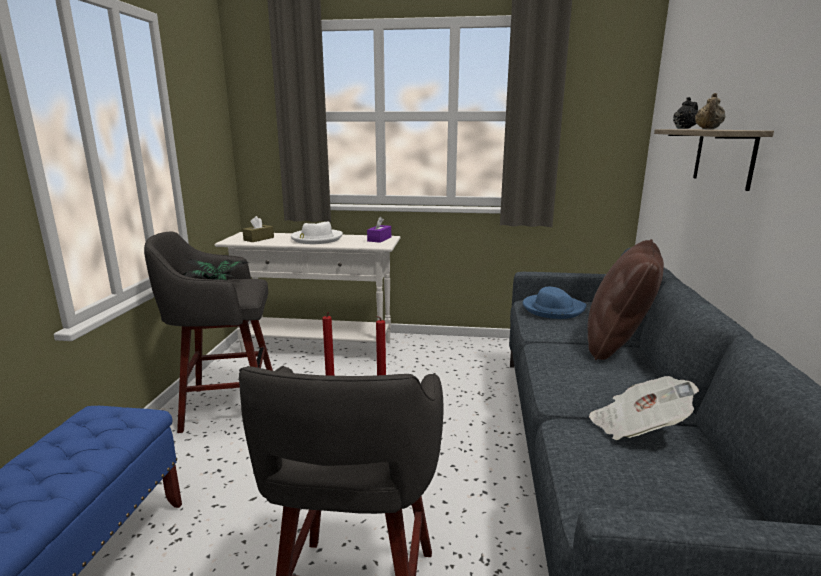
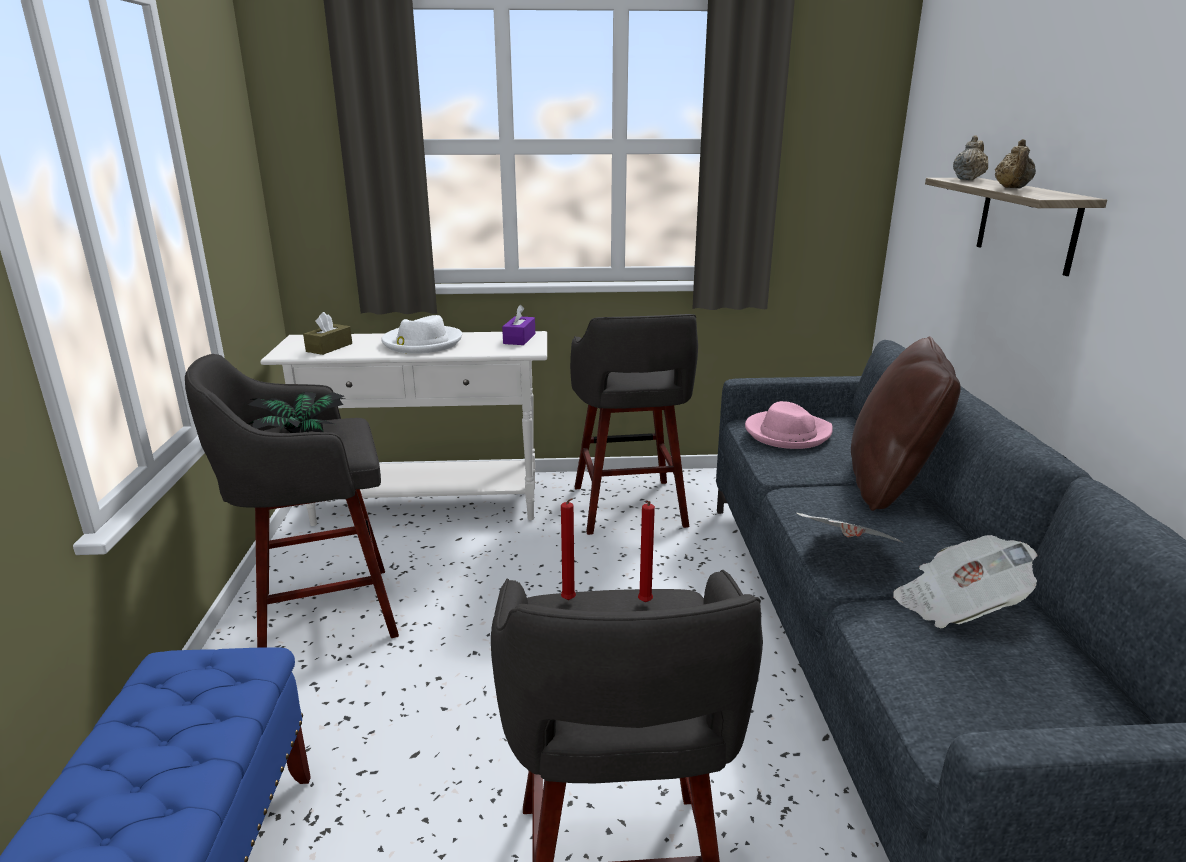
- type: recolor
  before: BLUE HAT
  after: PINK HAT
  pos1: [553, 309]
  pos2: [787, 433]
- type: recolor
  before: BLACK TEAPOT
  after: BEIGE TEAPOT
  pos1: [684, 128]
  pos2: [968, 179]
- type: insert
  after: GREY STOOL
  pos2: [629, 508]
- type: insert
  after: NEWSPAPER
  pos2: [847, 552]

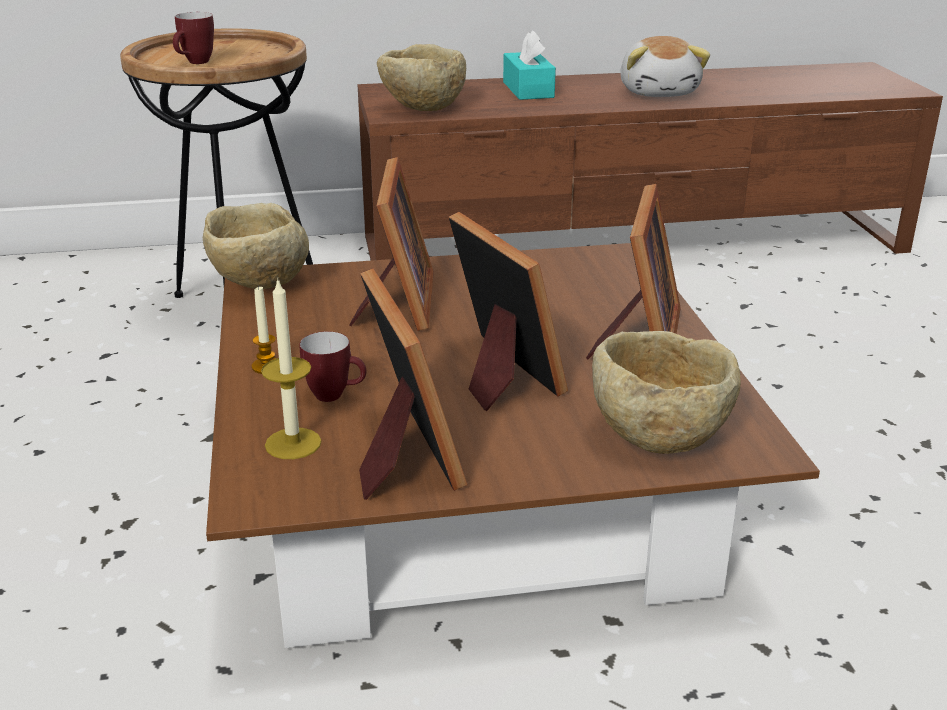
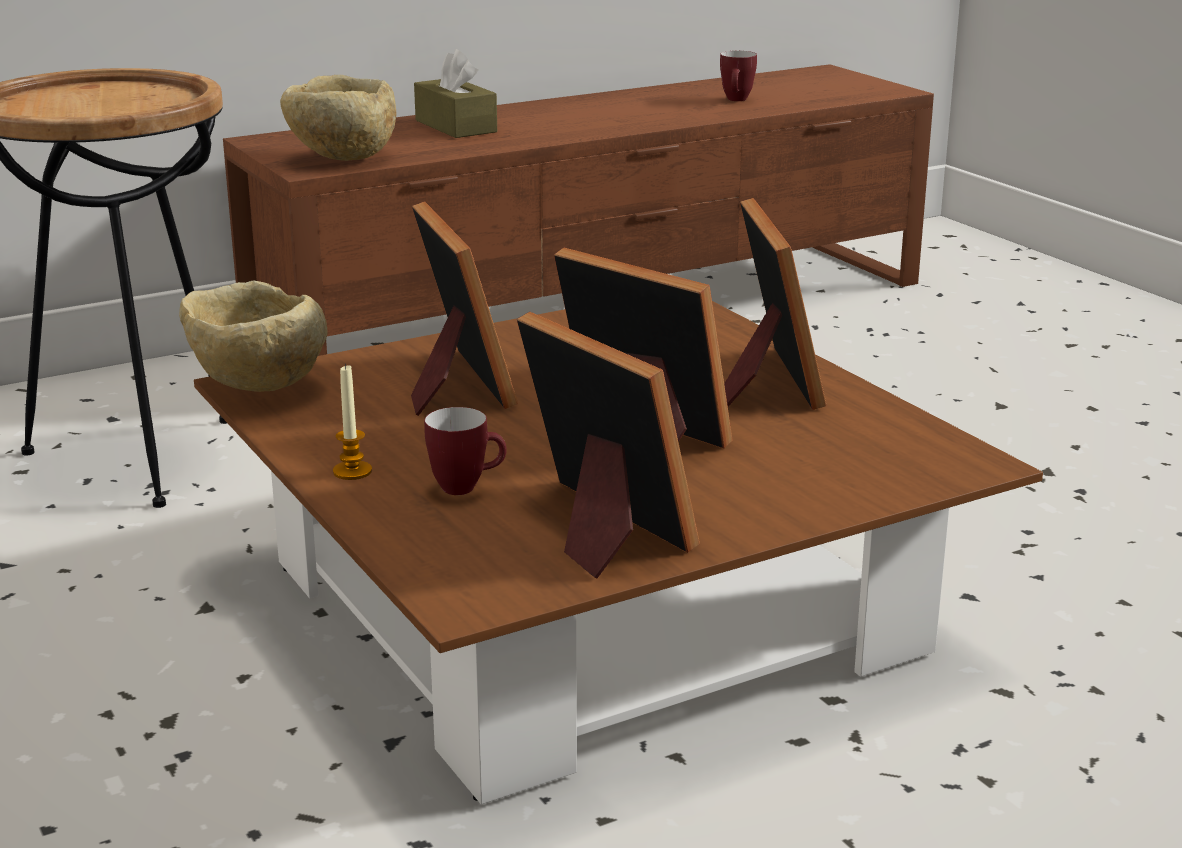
- type: move
  before: MUG
  pos1: [195, 63]
  pos2: [737, 100]
- type: delete
  before: CANDLE
  pos1: [293, 443]
- type: recolor
  before: TURQUOISE TISSUE BOX
  after: BROWN TISSUE BOX
  pos1: [528, 90]
  pos2: [455, 126]
- type: delete
  before: BEIGE BOWL
  pos1: [659, 436]
- type: delete
  before: PLUSH TOY
  pos1: [659, 92]

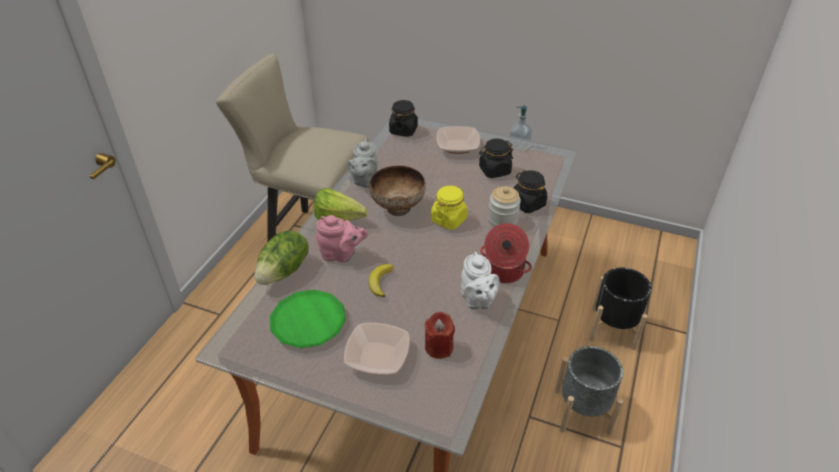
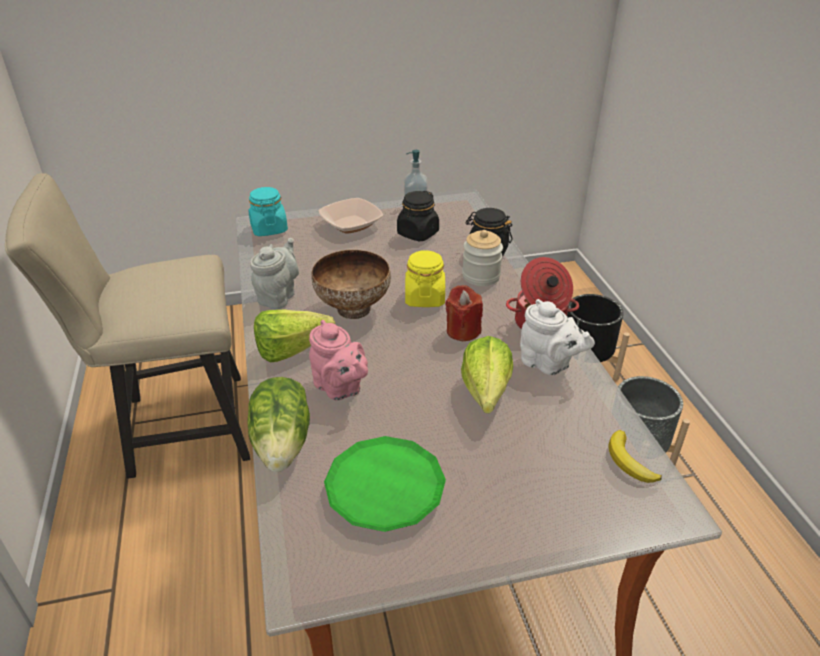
- type: rotate
  before: PINK TEAPOT
  pos1: [341, 255]
  pos2: [340, 388]
  turn: 75
- type: delete
  before: BOWL
  pos1: [377, 356]
- type: rotate
  before: GREY TEAPOT
  pos1: [364, 181]
  pos2: [278, 296]
  turn: -135
- type: move
  before: BANANA
  pos1: [380, 282]
  pos2: [629, 461]
- type: recolor
  before: BLACK JAR
  after: TURQUOISE JAR
  pos1: [403, 130]
  pos2: [269, 229]
- type: move
  before: RED CANDLE
  pos1: [439, 347]
  pos2: [463, 331]
- type: insert
  after: LETTUCE
  pos2: [484, 398]

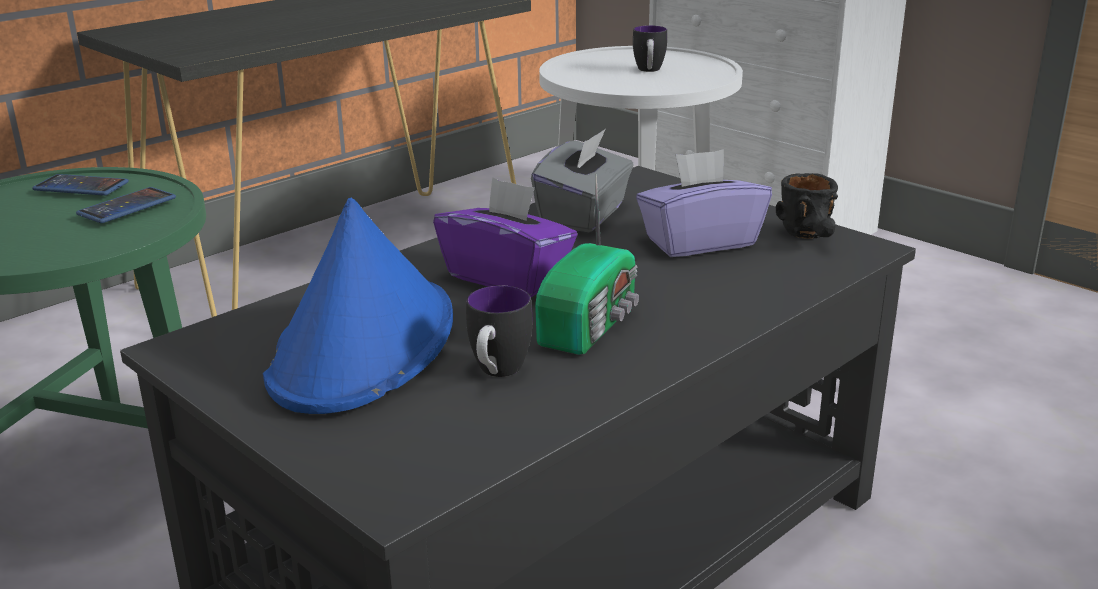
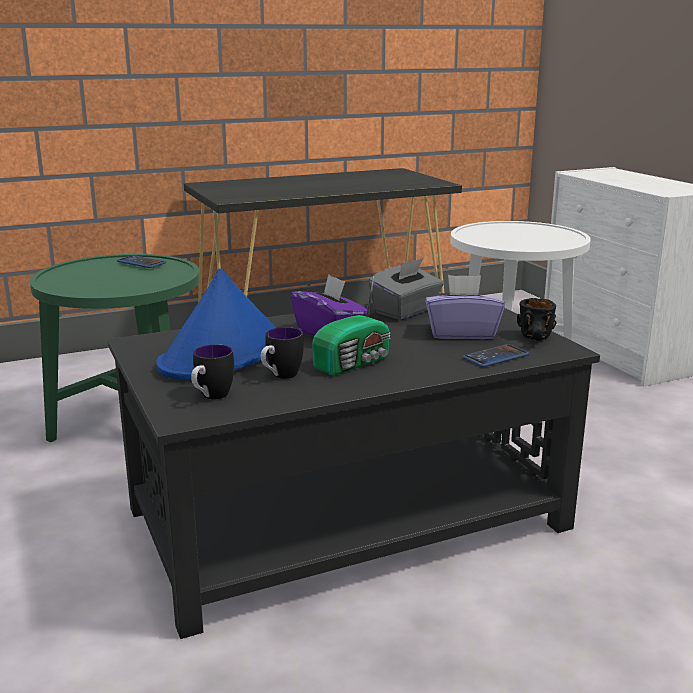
- type: move
  before: PHONE
  pos1: [127, 206]
  pos2: [495, 357]
- type: move
  before: MUG
  pos1: [649, 71]
  pos2: [211, 397]

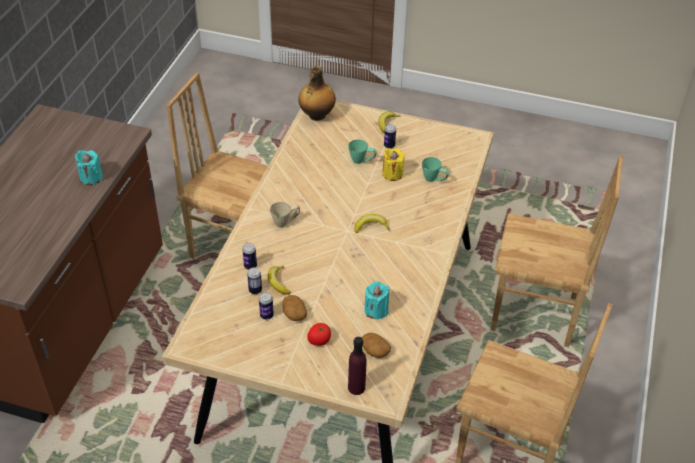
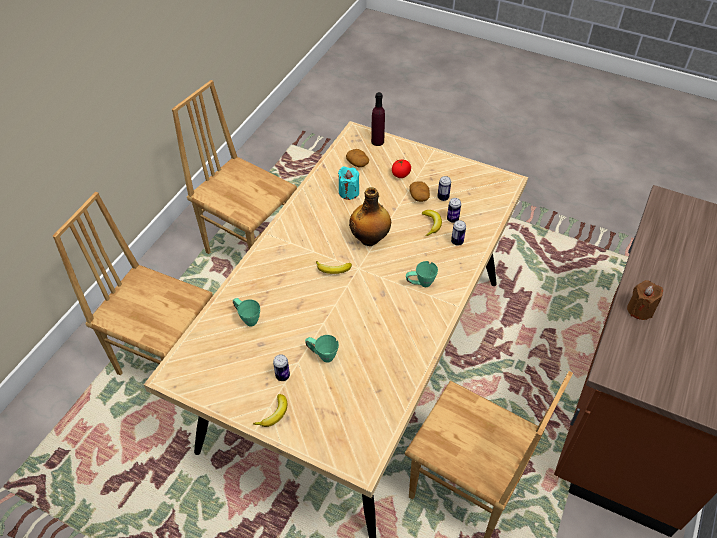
- type: recolor
  before: TURQUOISE CANDLE
  after: BROWN CANDLE
  pos1: [91, 177]
  pos2: [640, 310]
- type: recolor
  before: BEIGE MUG
  after: GREEN MUG
  pos1: [285, 222]
  pos2: [420, 284]
- type: move
  before: BOTTLE
  pos1: [316, 116]
  pos2: [370, 238]
- type: delete
  before: YELLOW CANDLE
  pos1: [392, 174]

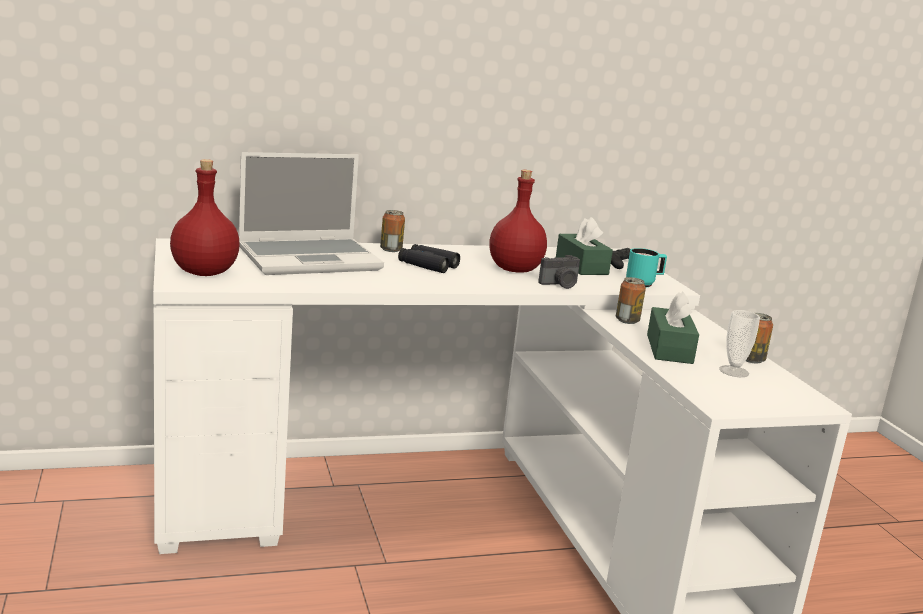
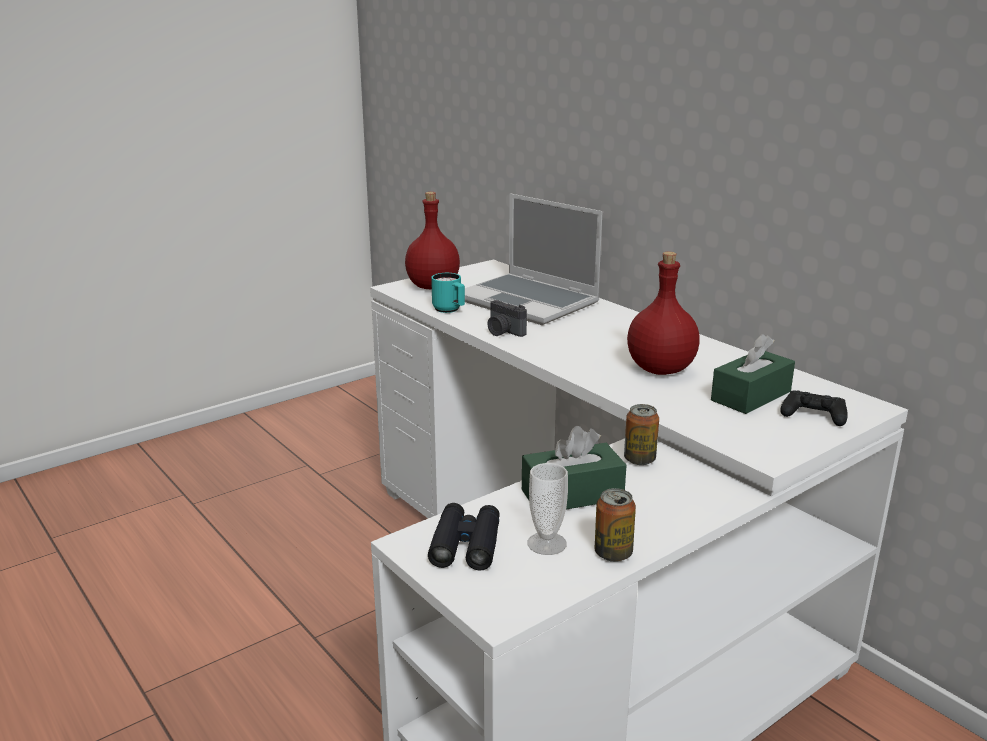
- type: delete
  before: CAN
  pos1: [391, 250]
- type: move
  before: BLACK BINOCULARS
  pos1: [428, 265]
  pos2: [466, 545]
- type: move
  before: PHOTO CAMERA
  pos1: [560, 285]
  pos2: [503, 332]
- type: move
  before: TURQUOISE MUG
  pos1: [644, 284]
  pos2: [450, 310]

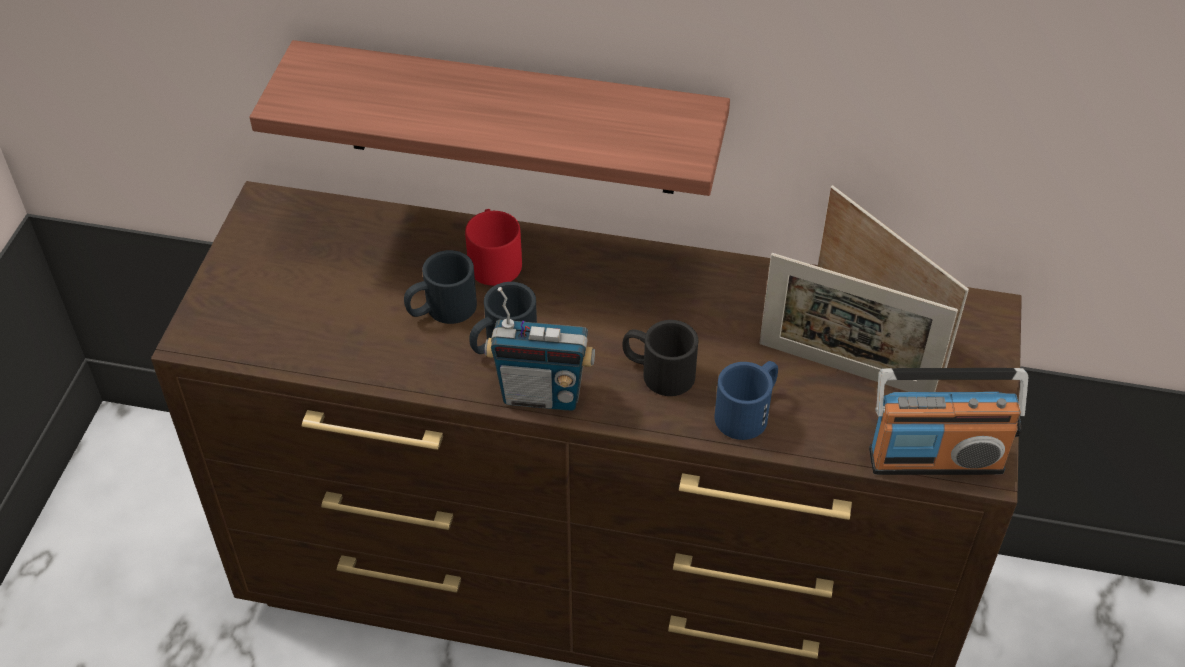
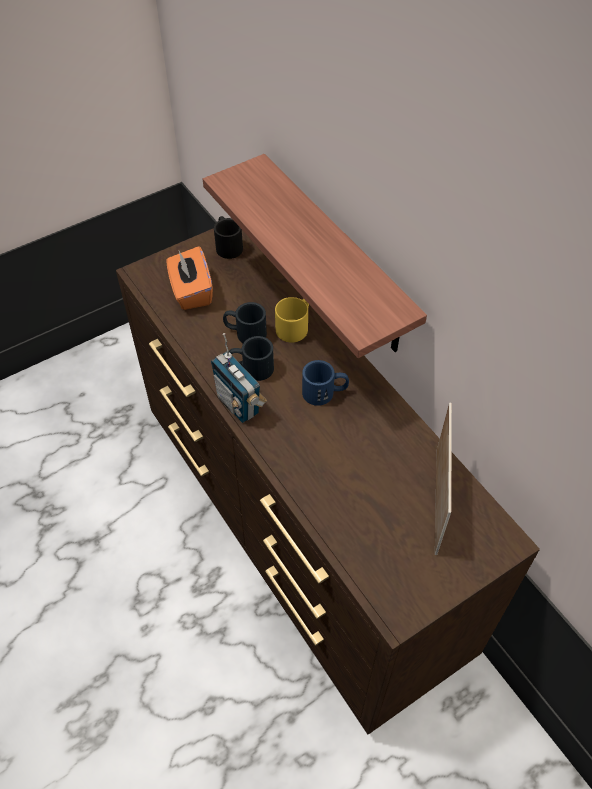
- type: recolor
  before: RED MUG
  after: YELLOW MUG
  pos1: [492, 259]
  pos2: [294, 326]
- type: move
  before: BLACK MUG
  pos1: [657, 372]
  pos2: [227, 245]
- type: move
  before: BLUE MUG
  pos1: [748, 411]
  pos2: [325, 392]
- type: delete
  before: PICTURE FRAME
  pos1: [845, 370]
- type: delete
  before: RADIO
  pos1: [935, 459]
- type: insert
  after: ORANGE TISSUE BOX
  pos2: [191, 292]

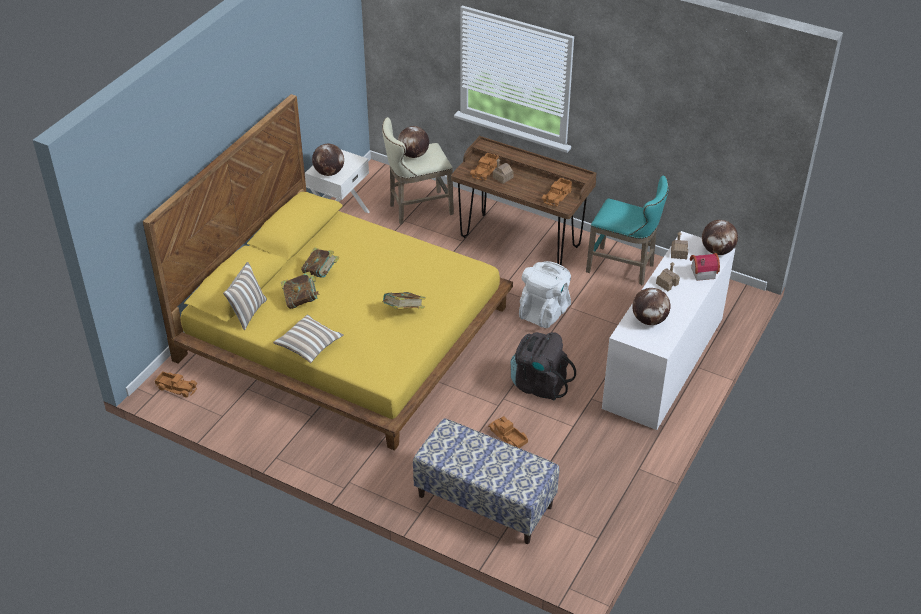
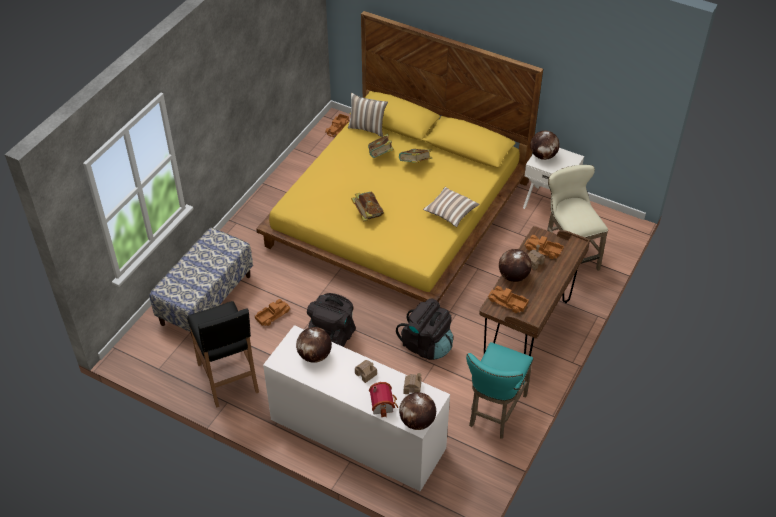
- type: move
  before: PILLOW
  pos1: [309, 346]
  pos2: [450, 213]
- type: move
  before: GLOBE
  pos1: [413, 155]
  pos2: [513, 276]
- type: recolor
  before: WHITE BACKPACK
  after: BLACK BACKPACK
  pos1: [544, 312]
  pos2: [426, 345]
- type: insert
  after: BLACK STOOL
  pos2: [228, 378]

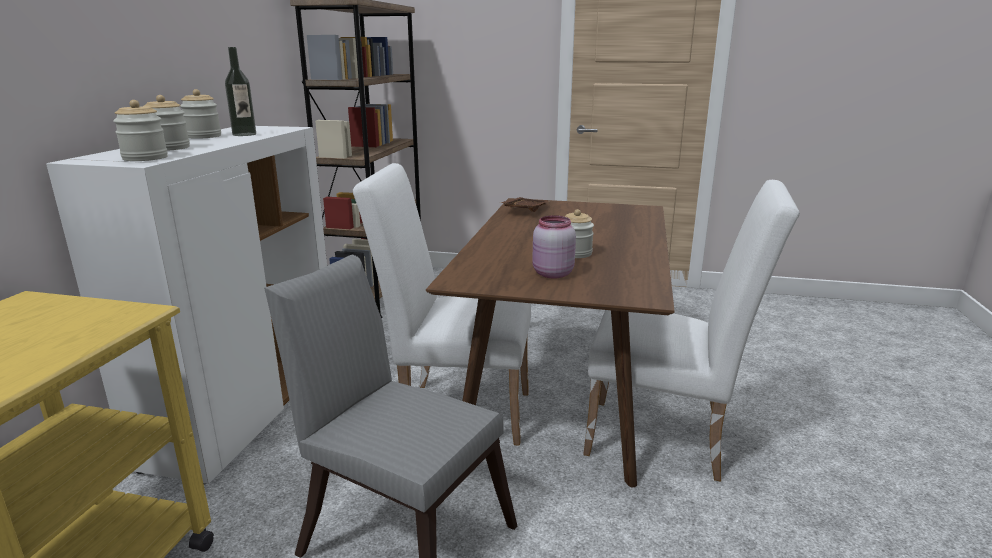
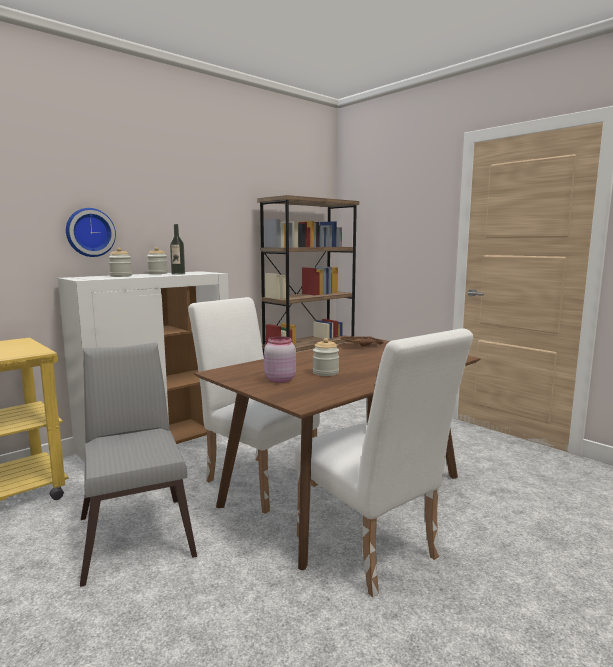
- type: delete
  before: JAR
  pos1: [145, 158]
- type: insert
  after: WALL CLOCK
  pos2: [89, 232]

